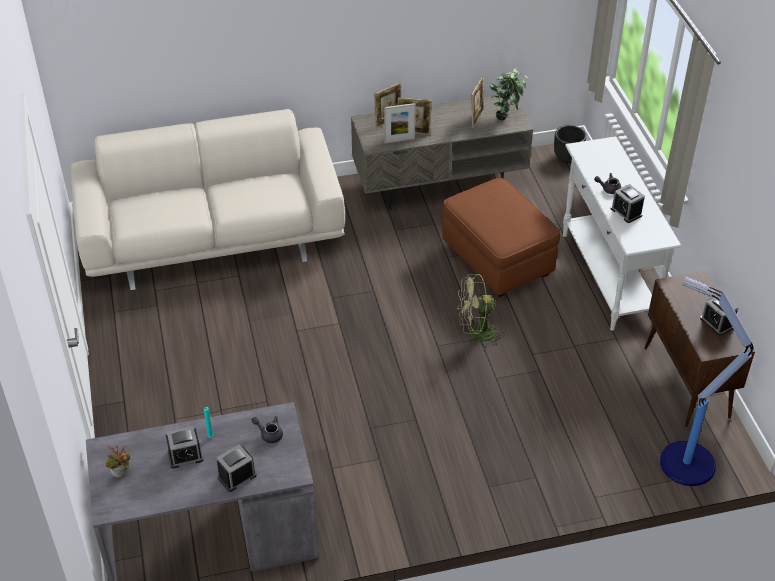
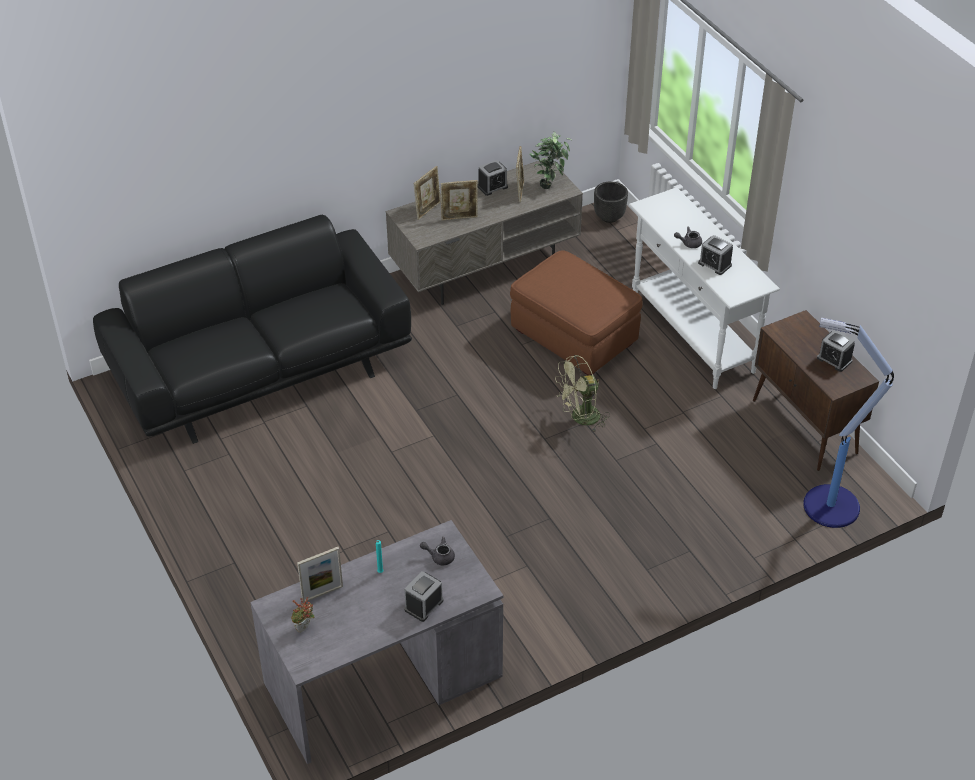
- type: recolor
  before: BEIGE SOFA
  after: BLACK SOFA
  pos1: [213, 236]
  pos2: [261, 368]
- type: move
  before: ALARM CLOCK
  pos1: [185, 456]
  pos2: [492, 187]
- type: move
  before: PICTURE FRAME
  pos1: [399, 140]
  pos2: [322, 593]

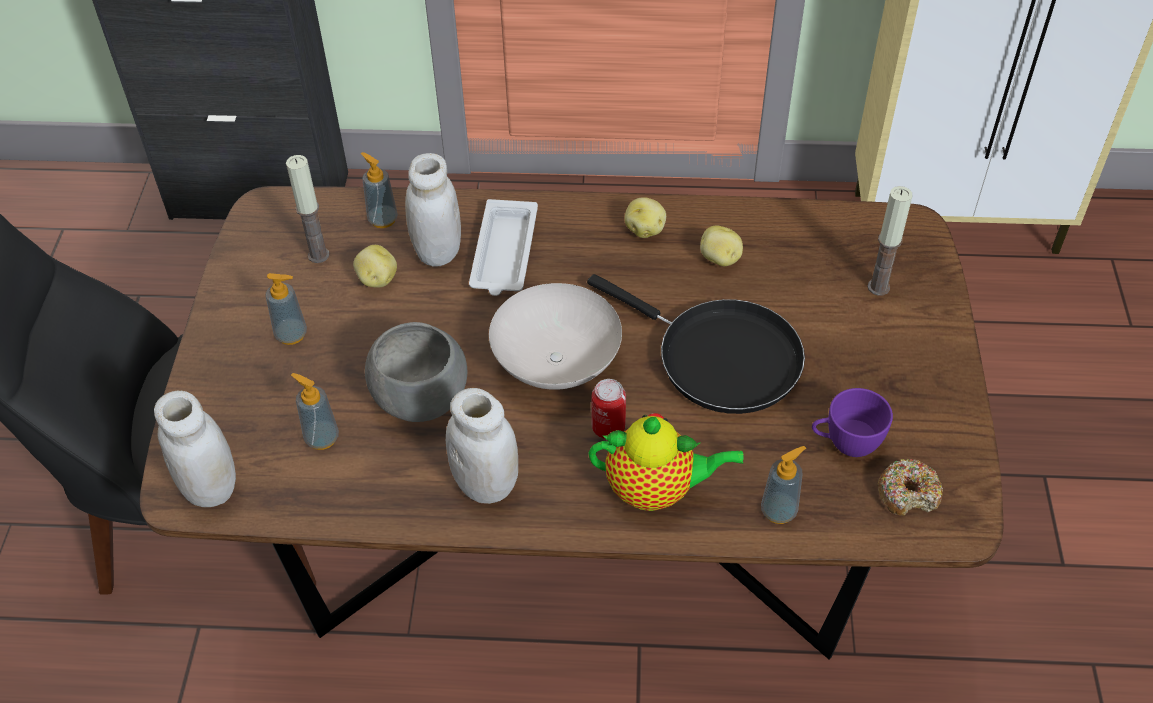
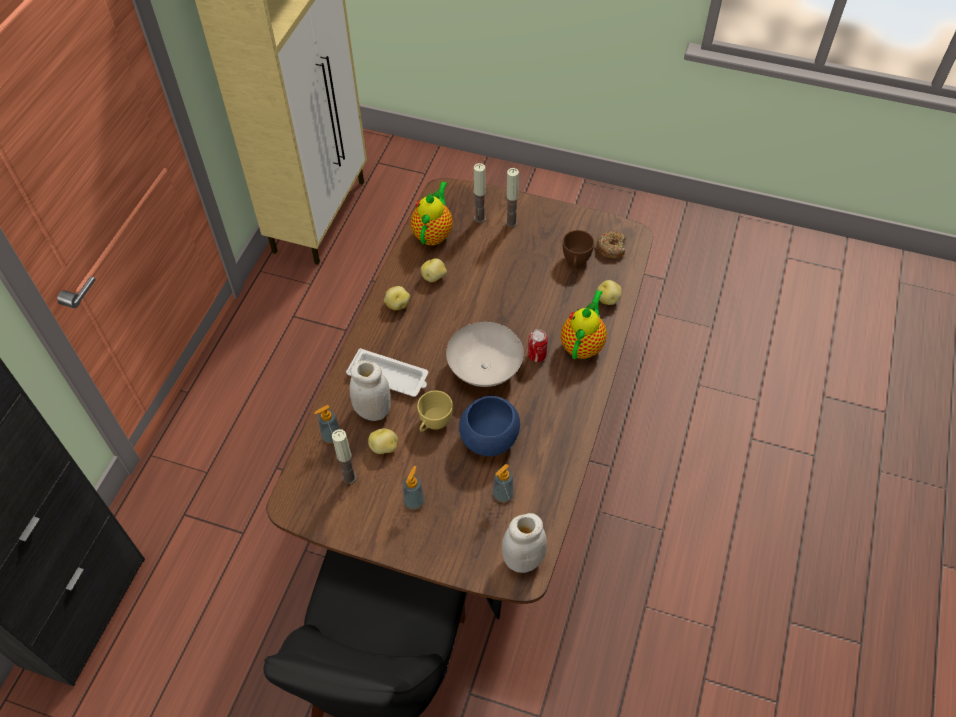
- type: recolor
  before: GREY BOWL
  after: BLUE BOWL
  pos1: [421, 400]
  pos2: [490, 439]
- type: delete
  before: WHITE JAR
  pos1: [486, 484]
- type: delete
  before: BLACK FRYING PAN
  pos1: [720, 358]
- type: replace
  before: SOAP DISPENSER
  after: POTATO
  pos1: [778, 511]
  pos2: [608, 299]
- type: recolor
  before: PURPLE CUP
  after: BROWN CUP
  pos1: [845, 443]
  pos2: [575, 262]
- type: insert
  after: TEAPOT
  pos2: [433, 233]
- type: insert
  after: YELLOW CUP
  pos2: [433, 424]
- type: insert
  after: CANDLE
  pos2: [511, 222]

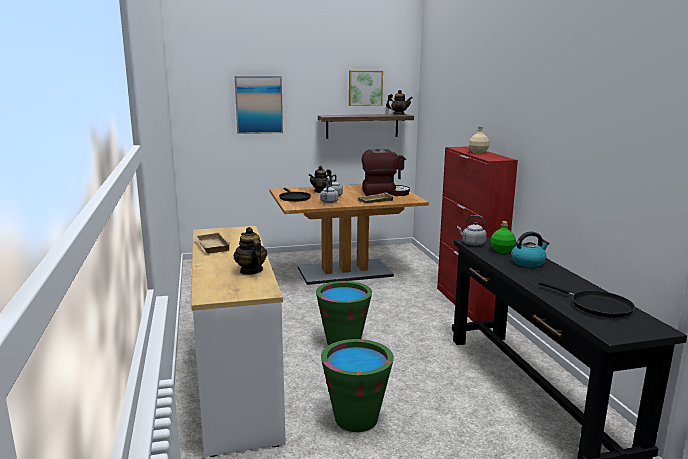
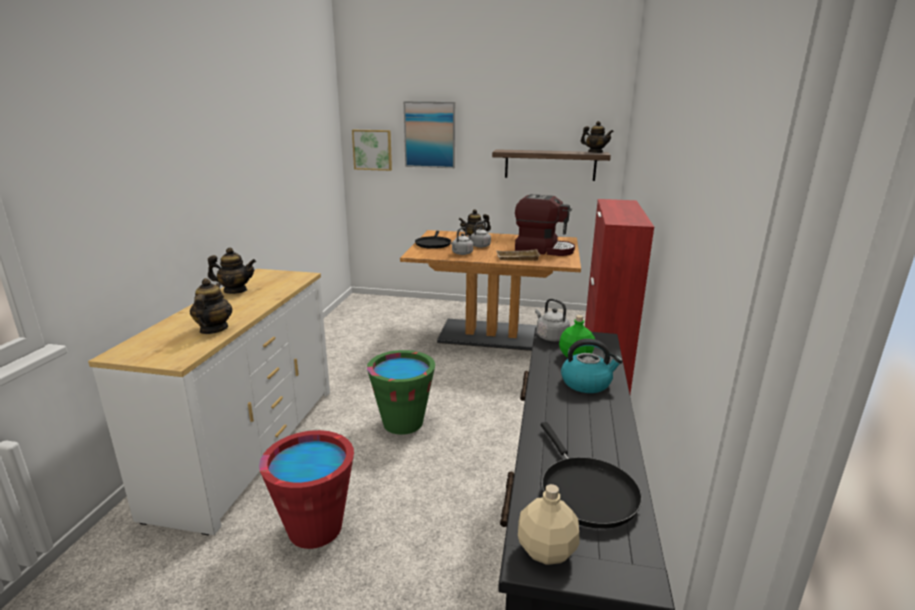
- type: replace
  before: BEIGE TRAY
  after: TEAPOT
  pos1: [211, 246]
  pos2: [235, 291]
- type: recolor
  before: GREEN BUCKET
  after: RED BUCKET
  pos1: [356, 419]
  pos2: [315, 528]
- type: move
  before: PICTURE
  pos1: [365, 88]
  pos2: [372, 149]
- type: move
  before: BEIGE BOTTLE
  pos1: [478, 152]
  pos2: [547, 549]

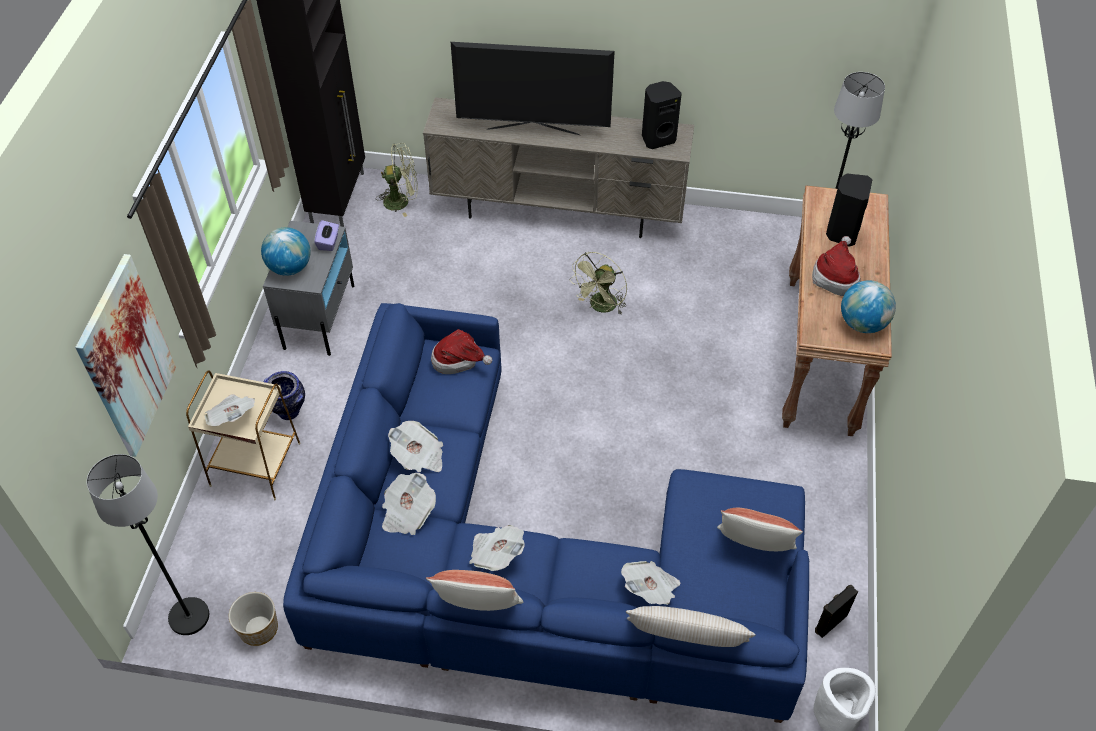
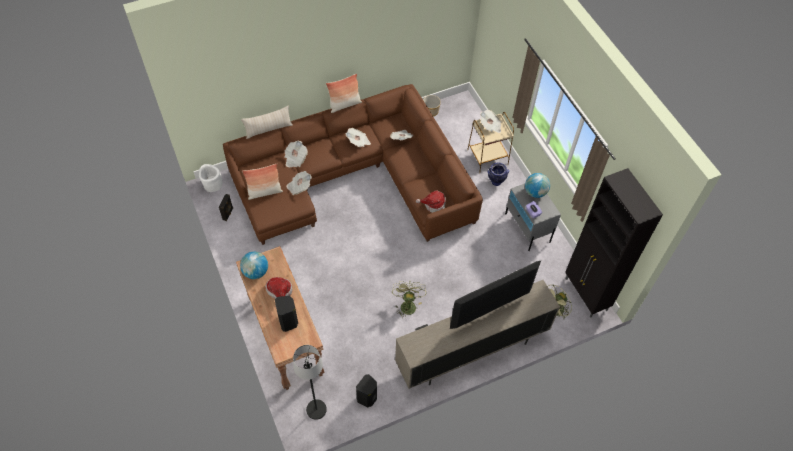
- type: delete
  before: PICTURE
  pos1: [126, 357]
- type: delete
  before: BLACK FLOOR LAMP
  pos1: [189, 617]
- type: recolor
  before: BLUE SOFA
  after: BROWN SOFA
  pos1: [531, 562]
  pos2: [355, 177]
- type: move
  before: NEWSPAPER
  pos1: [418, 456]
  pos2: [299, 187]
- type: move
  before: BLACK SPEAKER
  pos1: [657, 138]
  pos2: [367, 398]

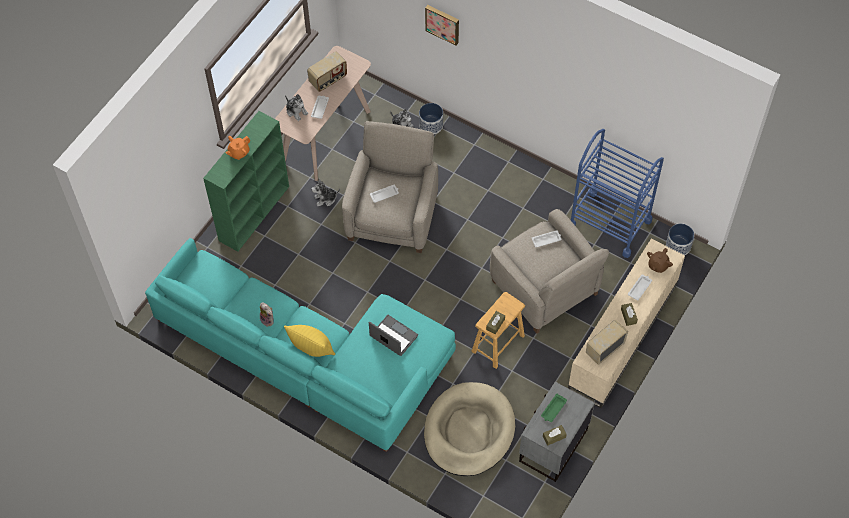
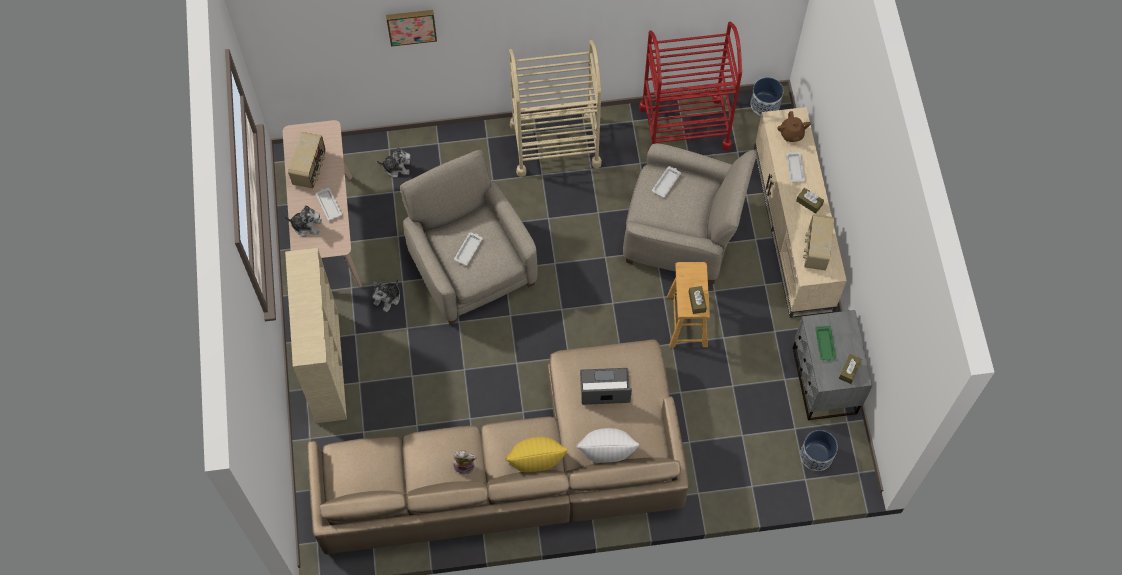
- type: recolor
  before: TURQUOISE SOFA
  after: BEIGE SOFA
  pos1: [310, 356]
  pos2: [519, 471]
- type: recolor
  before: GREEN BOOKCASE
  after: BEIGE BOOKCASE
  pos1: [254, 212]
  pos2: [326, 365]
- type: delete
  before: ORANGE TEAPOT
  pos1: [238, 152]
- type: move
  before: PLANTER
  pos1: [431, 125]
  pos2: [816, 455]
- type: delete
  before: BEIGE DOG BED
  pos1: [469, 431]
- type: recolor
  before: BLUE CART
  after: RED CART
  pos1: [609, 223]
  pos2: [684, 126]
- type: insert
  after: BEIGE CART
  pos2: [555, 144]
- type: insert
  after: WHITE PILLOW
  pos2: [606, 453]

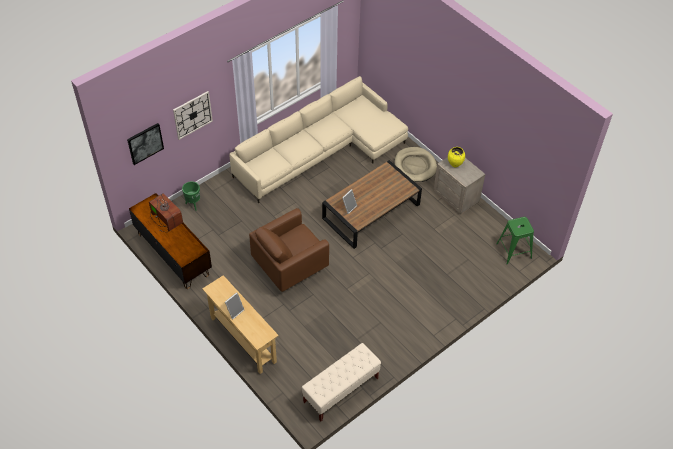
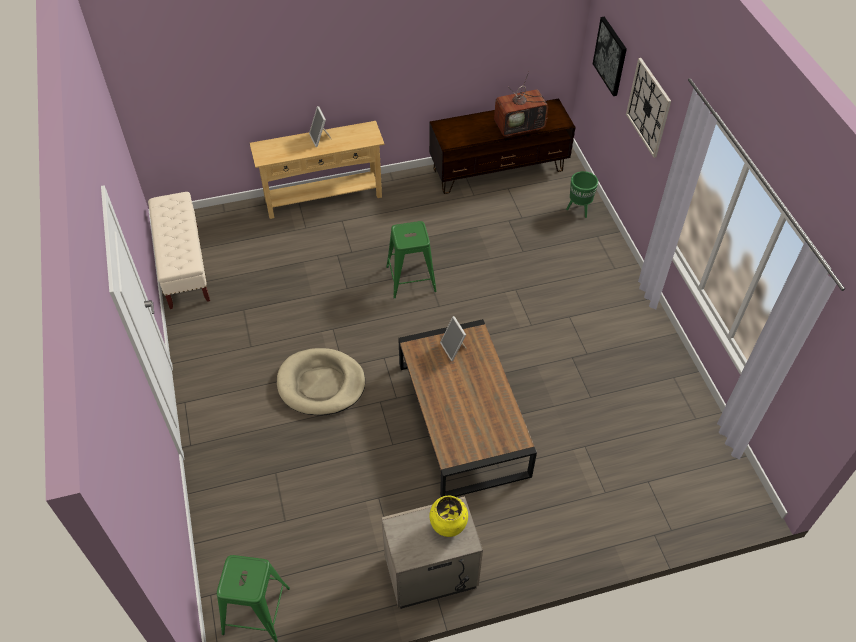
- type: delete
  before: BEIGE SOFA
  pos1: [322, 151]
- type: replace
  before: BROWN ARMCHAIR
  after: GREEN STOOL
  pos1: [290, 266]
  pos2: [410, 279]
- type: move
  before: BEIGE DOG BED
  pos1: [415, 166]
  pos2: [321, 384]

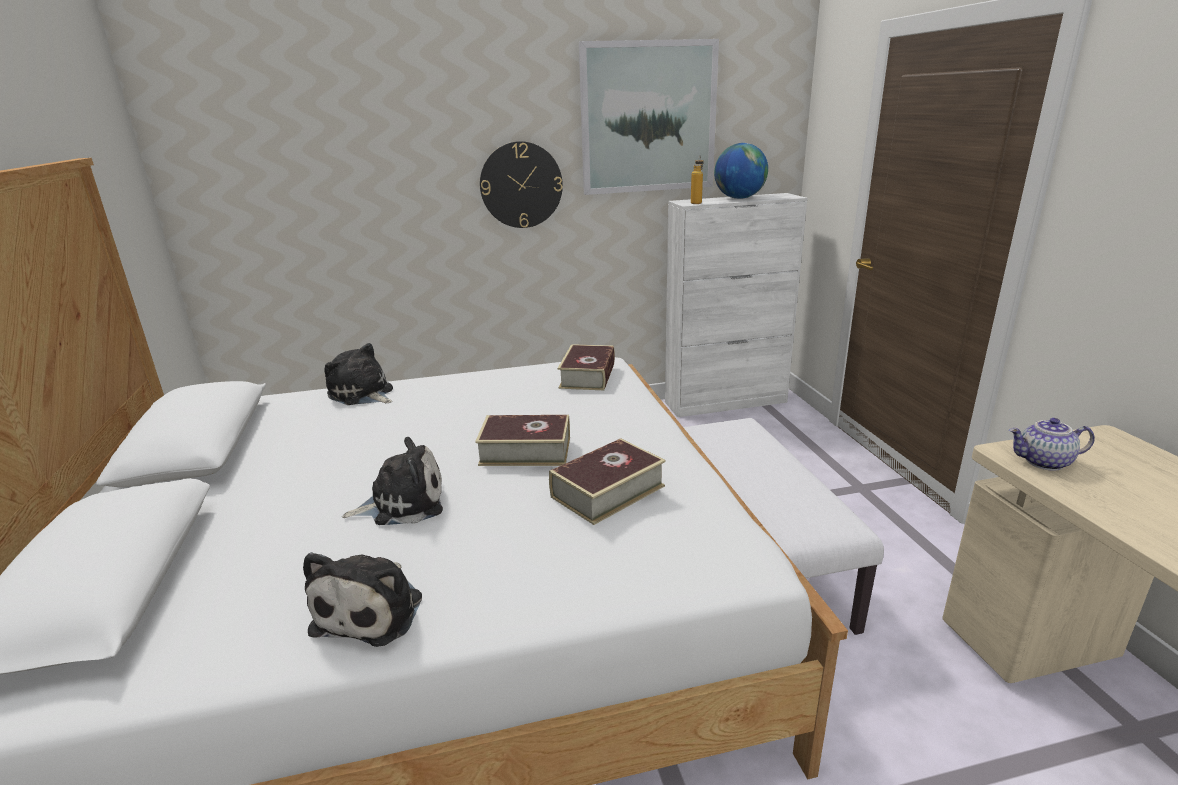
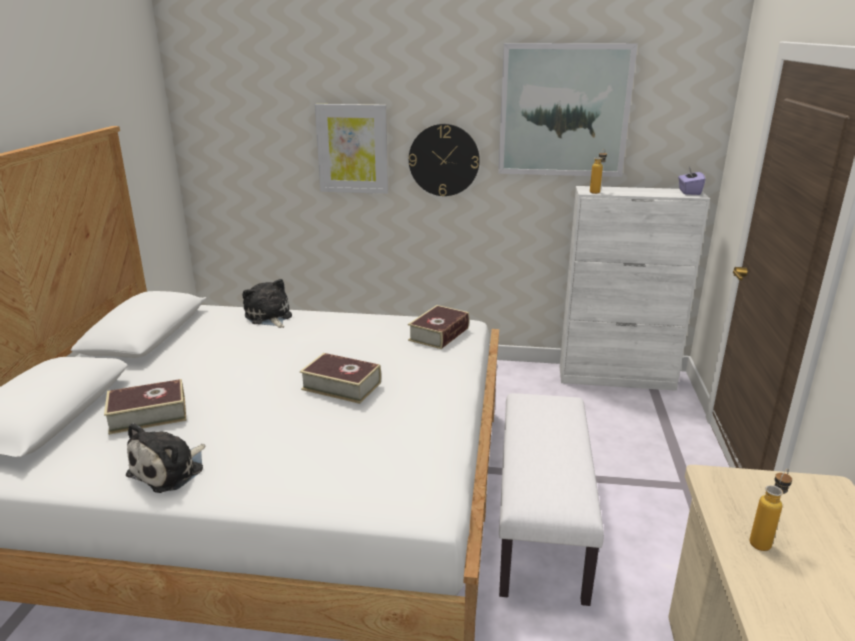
- type: delete
  before: PLUSH TOY
  pos1: [403, 503]
- type: move
  before: BOOK
  pos1: [607, 491]
  pos2: [148, 415]
- type: delete
  before: GLOBE
  pos1: [739, 198]
- type: delete
  before: TEAPOT
  pos1: [1044, 463]
- type: insert
  after: PICTURE
  pos2: [352, 149]
- type: insert
  after: PURPLE TISSUE BOX
  pos2: [689, 192]
- type: insert
  after: BOTTLE
  pos2: [763, 540]

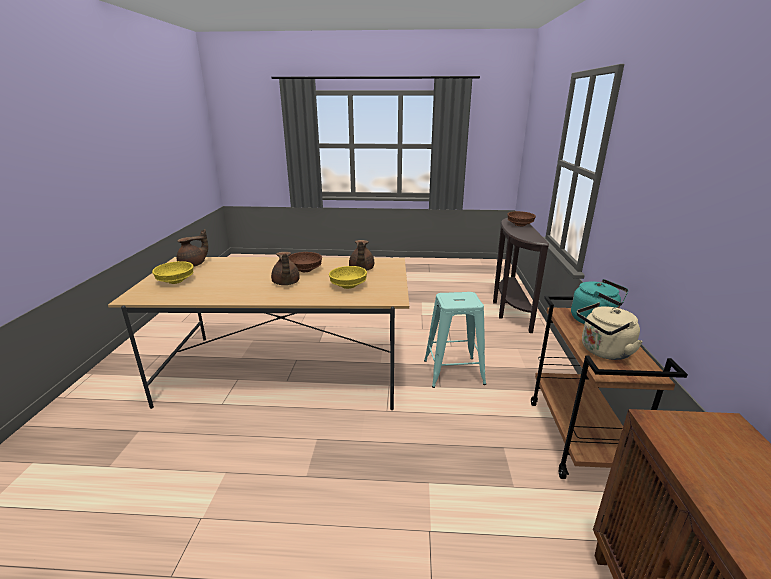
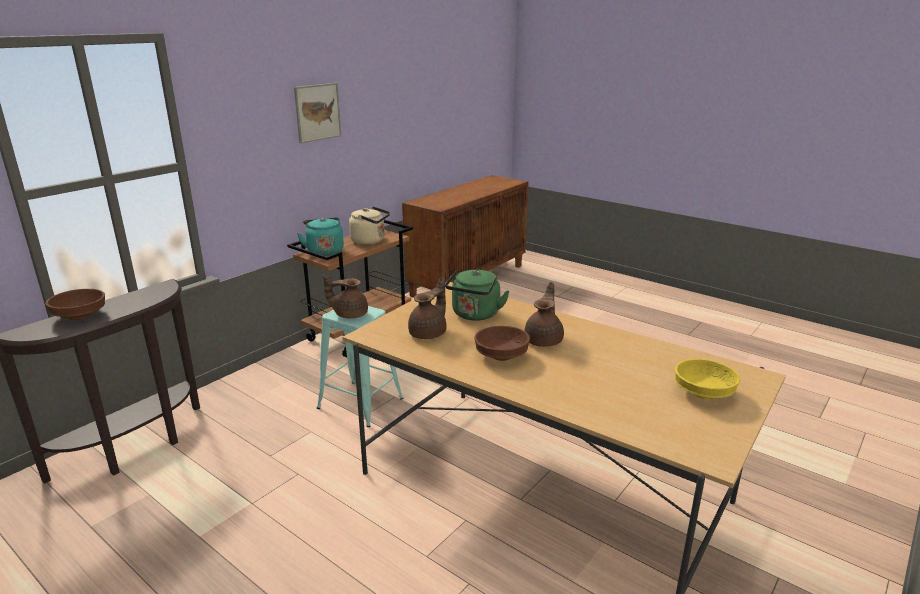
- type: move
  before: BROWN TEAPOT
  pos1: [193, 265]
  pos2: [349, 314]
- type: replace
  before: YELLOW BOWL
  after: GREEN KETTLE
  pos1: [348, 285]
  pos2: [475, 315]
- type: insert
  after: PICTURE
  pos2: [317, 112]

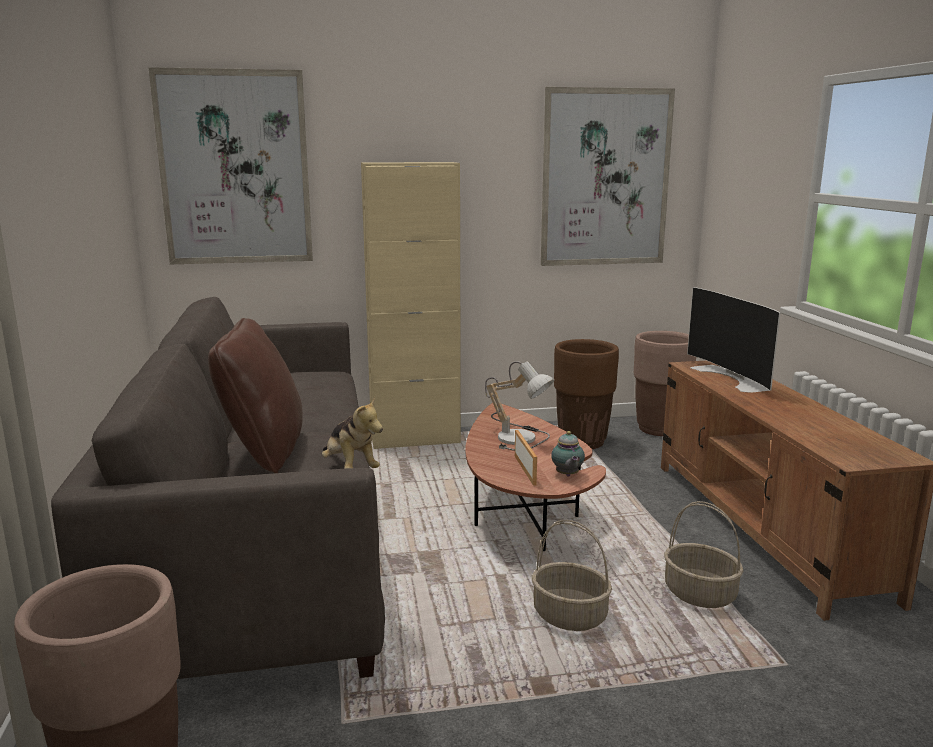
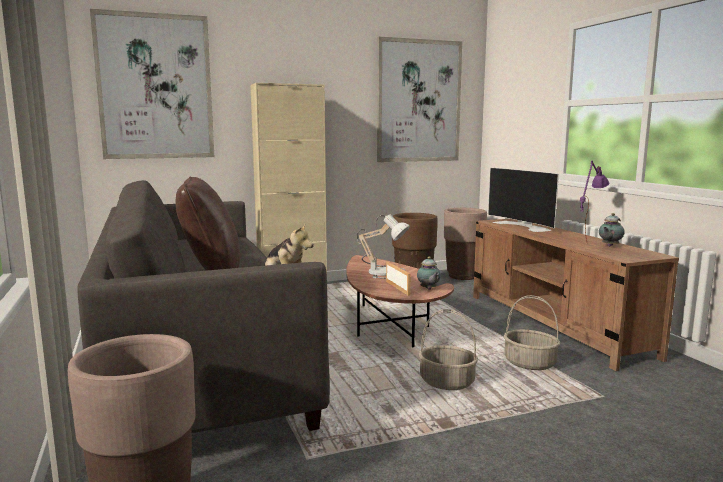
- type: insert
  after: PURPLE TABLE LAMP
  pos2: [588, 239]
- type: insert
  after: TEAPOT
  pos2: [609, 246]

